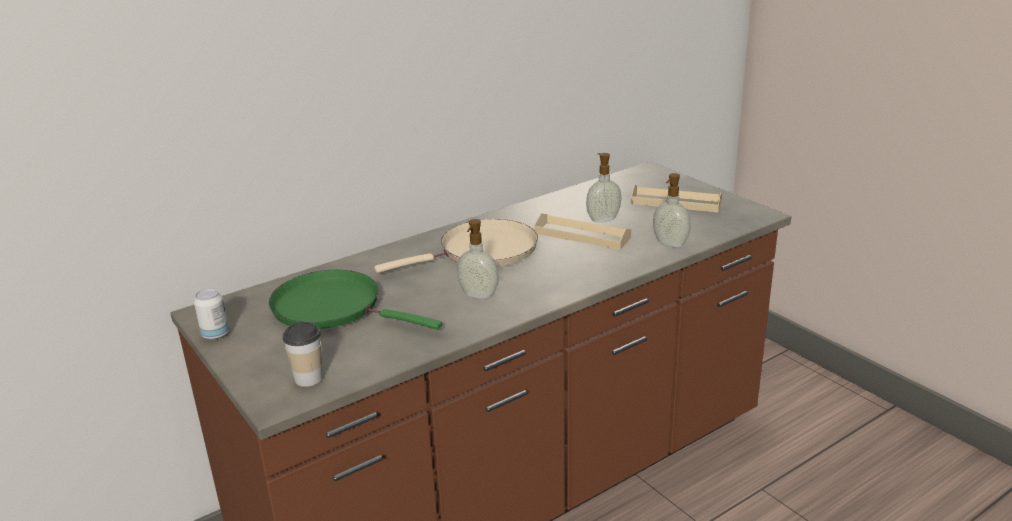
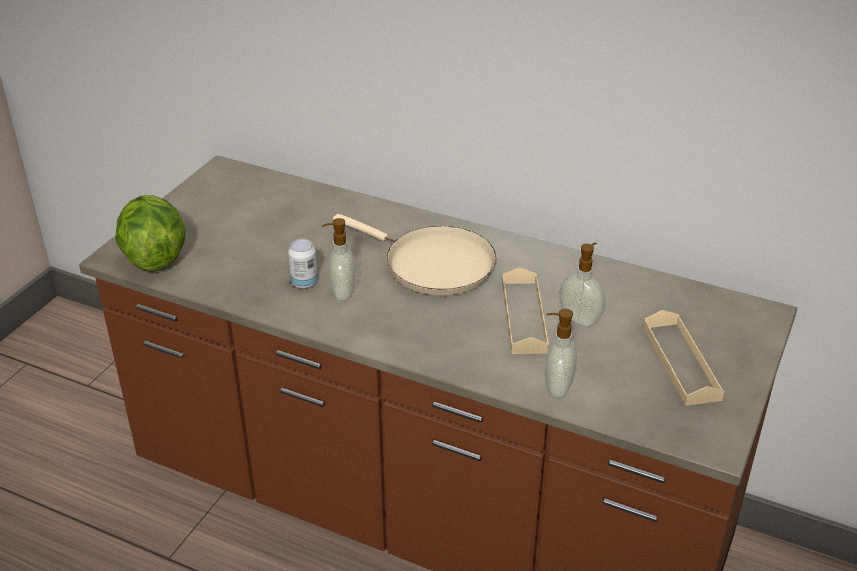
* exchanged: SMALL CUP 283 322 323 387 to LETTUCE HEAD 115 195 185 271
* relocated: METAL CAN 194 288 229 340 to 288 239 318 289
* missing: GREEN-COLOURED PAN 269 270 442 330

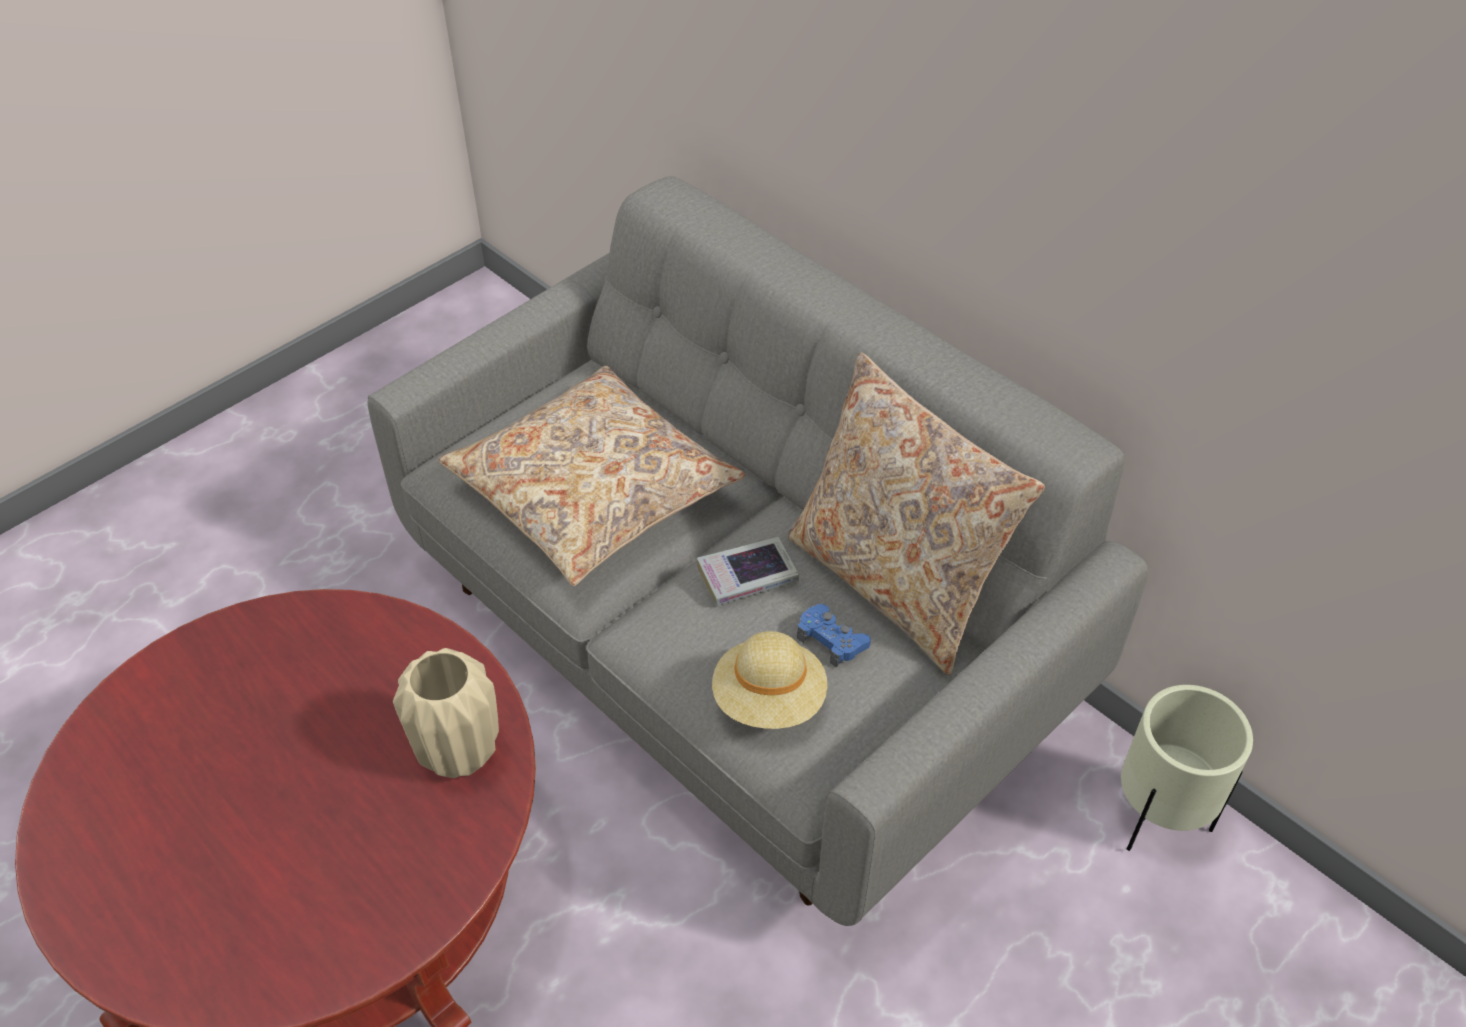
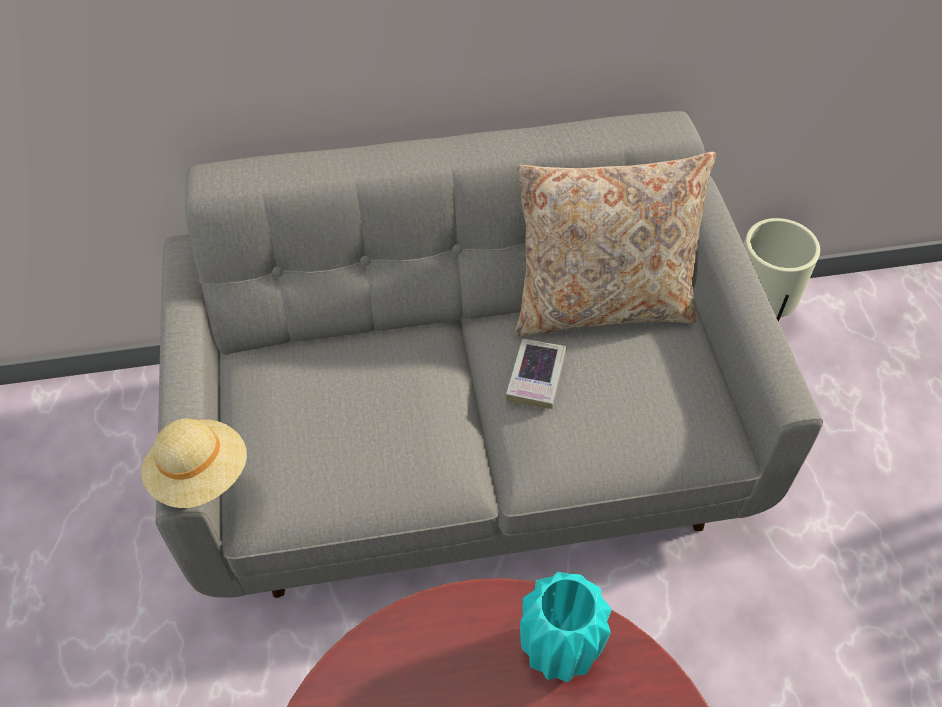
* relocated: SAND-COLOURED WEARABLE HAT 712 631 827 729 to 141 418 247 508
* colour: SAND-COLOURED VASE 393 648 499 778 to TURQUOISE-COLOURED VASE 520 572 612 682
* missing: SAND-COLOURED PILLOW 438 366 745 586
* missing: BLUE-COLOURED GAME CONTROLLER 797 604 871 668

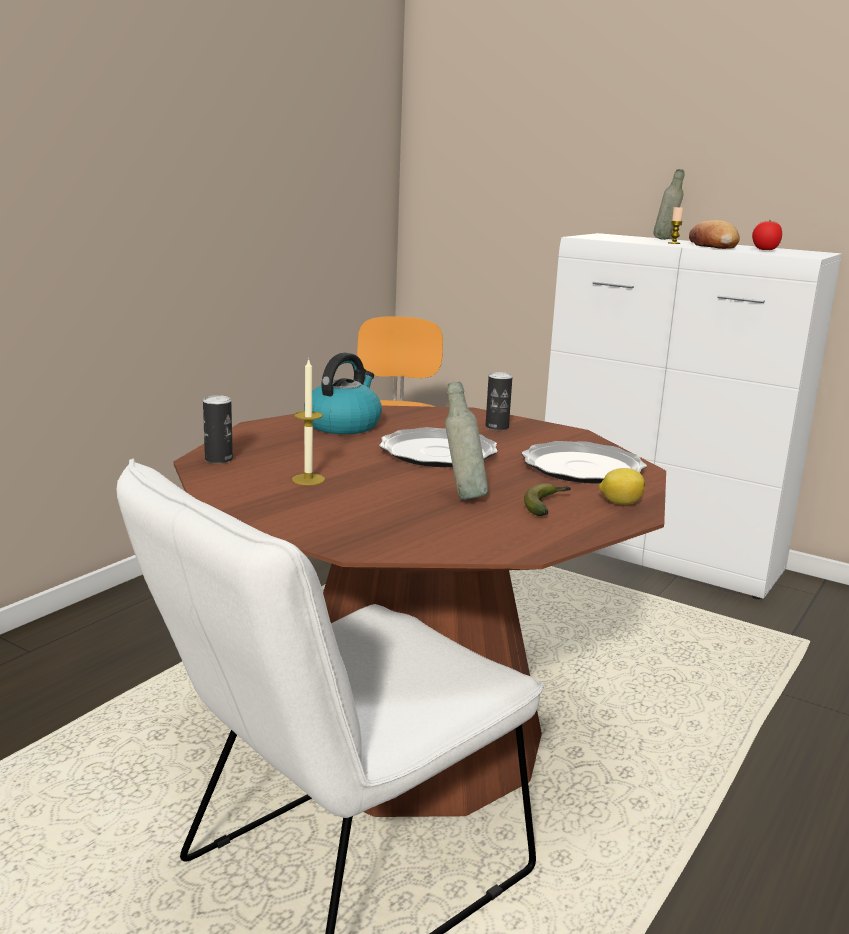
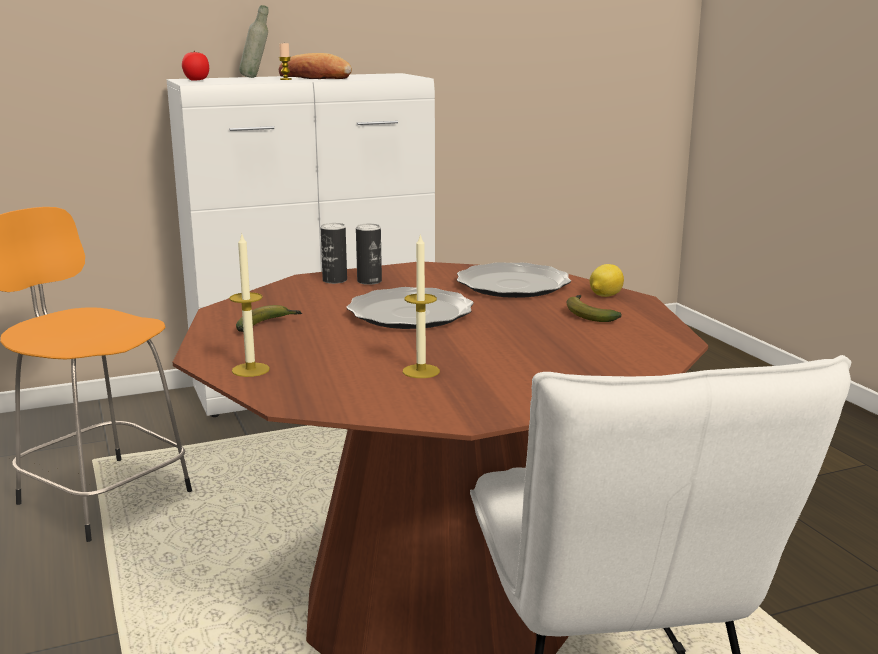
* relocated: TOMATO 752 220 782 250 to 182 51 209 81
* appeared: WAX CANDLE 229 232 270 377
* exchanged: KETTLE 304 352 382 434 to BANANA FRUIT 236 305 302 332
* relocated: METAL CAN 203 395 233 464 to 321 223 347 284
* missing: GREYISH BEVERAGE BOTTLE 445 382 488 500

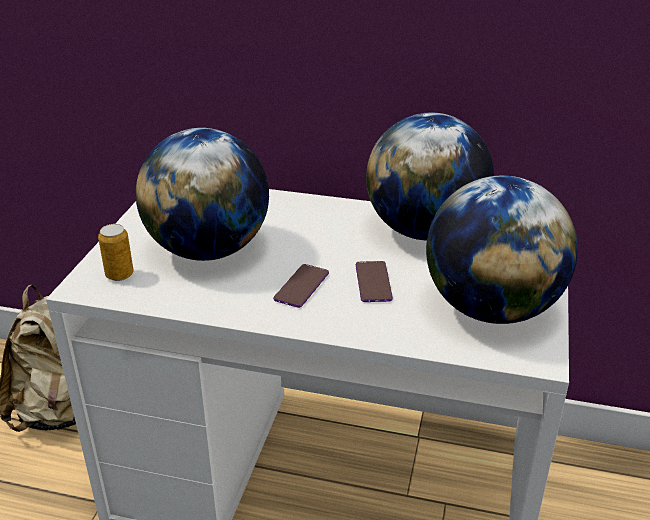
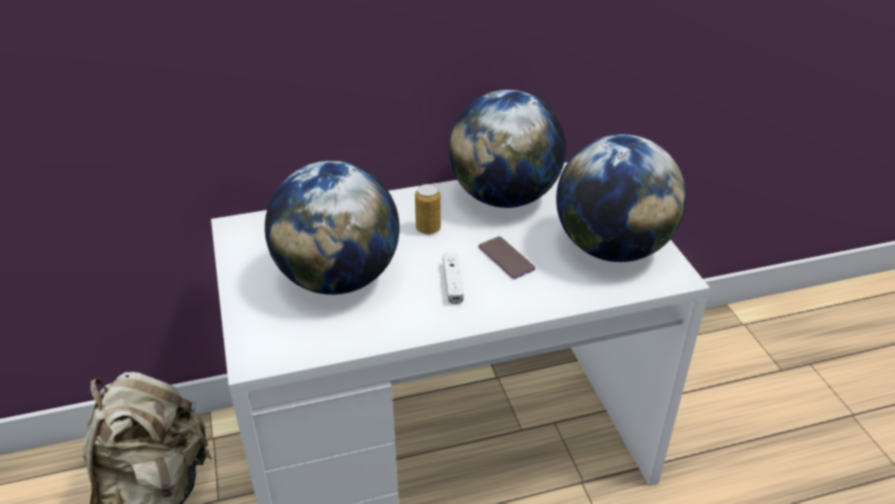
* relocated: METAL CAN 98 224 134 281 to 415 184 441 235
* exchanged: HANDSET 273 264 329 308 to WHITE GAME CONTROLLER 443 253 464 304

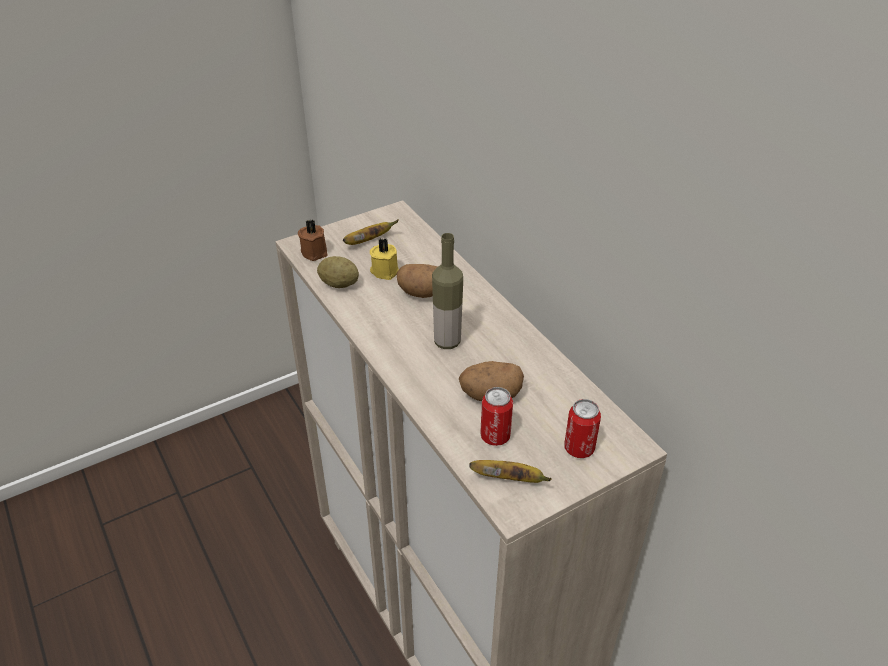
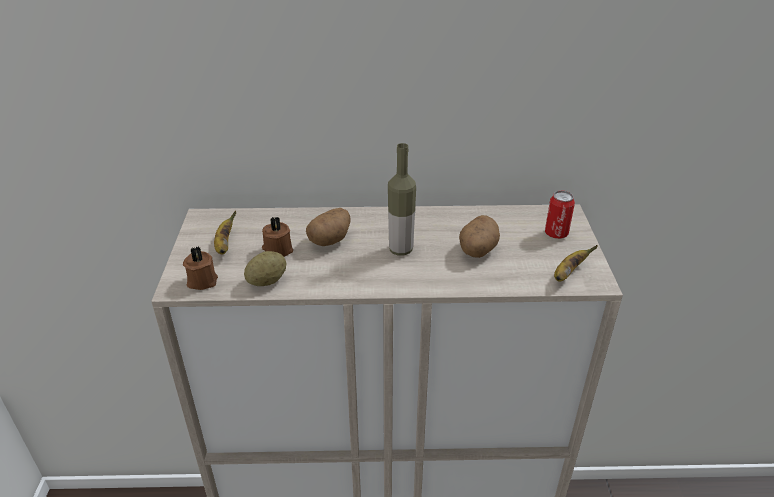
* colour: YELLOW-COLOURED WAX CANDLE 370 239 399 280 to BROWN WAX CANDLE 262 216 293 257
* missing: METAL CAN 480 387 513 446

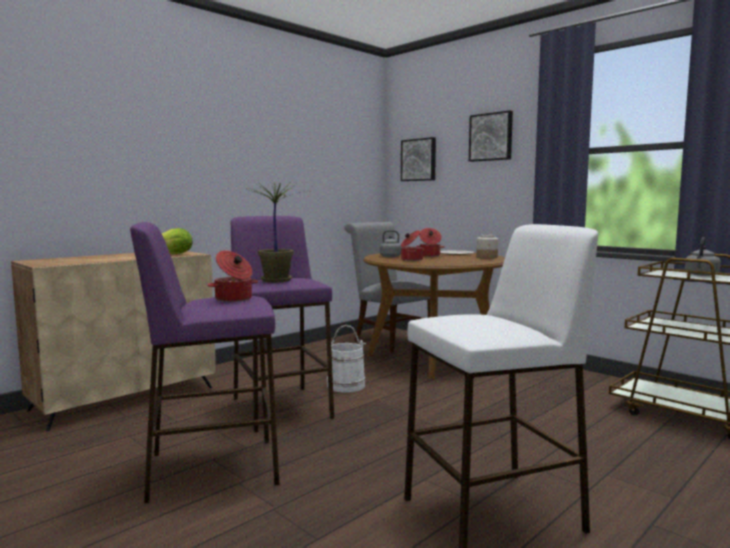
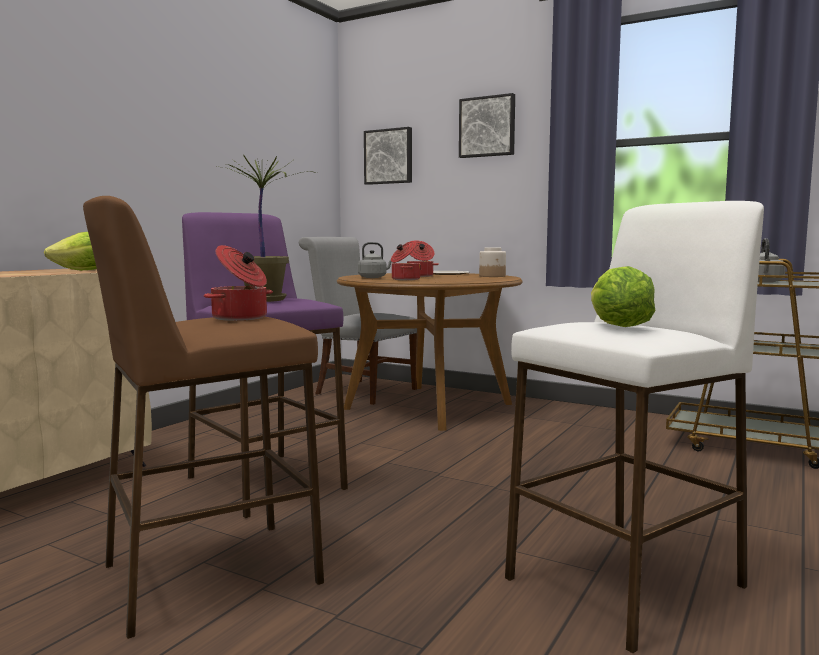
* colour: PURPLE STOOL SEAT 130 222 280 504 to BROWN STOOL SEAT 83 196 324 639
* appeared: LETTUCE HEAD 591 266 655 327
* missing: WHITE PAIL 326 325 366 393

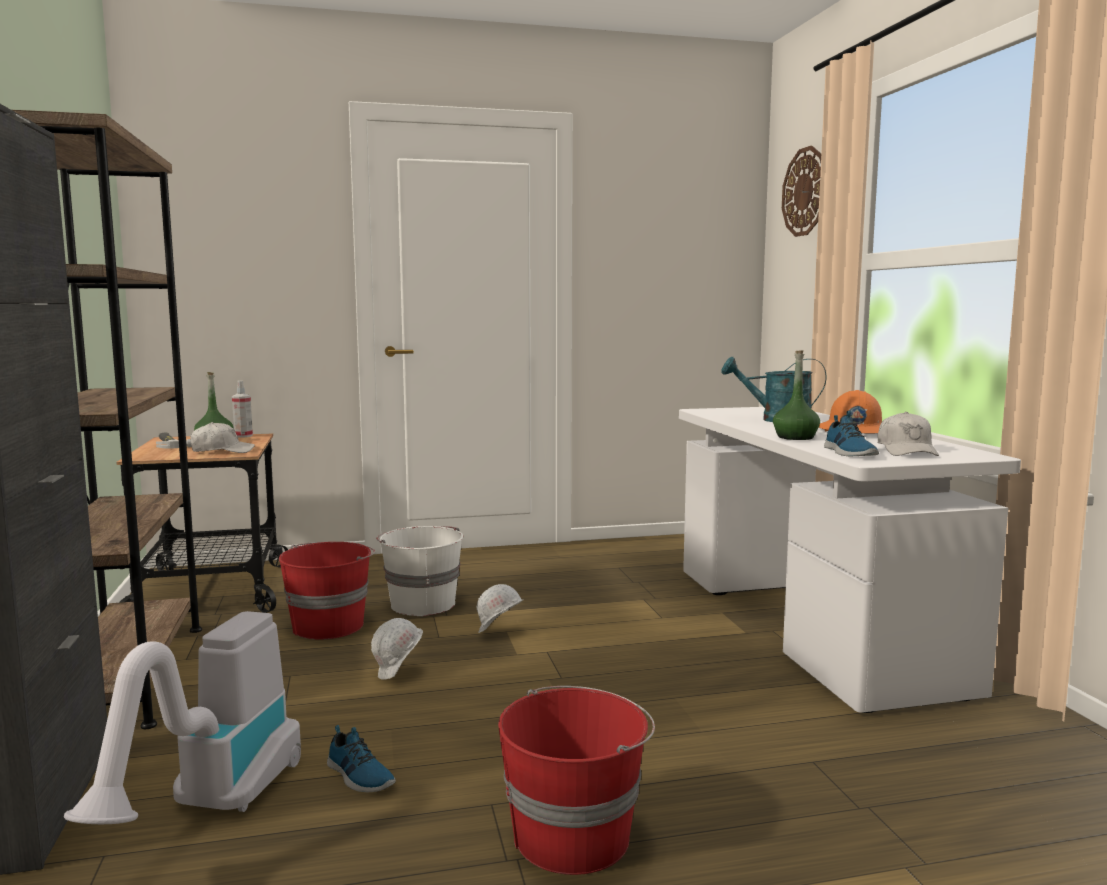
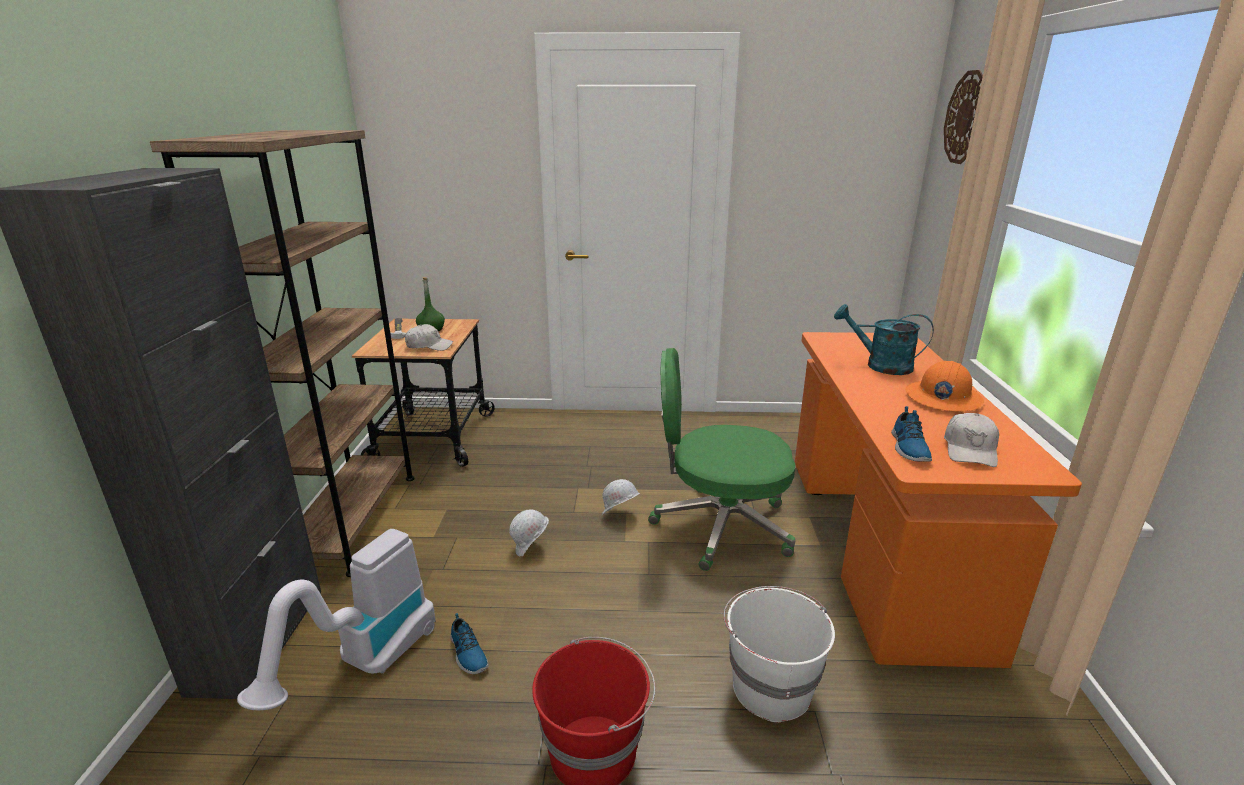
* appeared: GREEN-COLOURED COMPUTER CHAIR 648 348 796 571
* relocated: WHITE PAIL 376 526 463 616 to 724 586 835 723
* colour: WHITE DESK UNIT 679 407 1021 713 to ORANGE-COLOURED DESK UNIT 795 332 1082 668
* missing: SPRAYER 232 380 253 438
* missing: RED-COLOURED PAIL 279 542 375 639
* missing: GREEN-COLOURED BEVERAGE BOTTLE 773 350 820 440

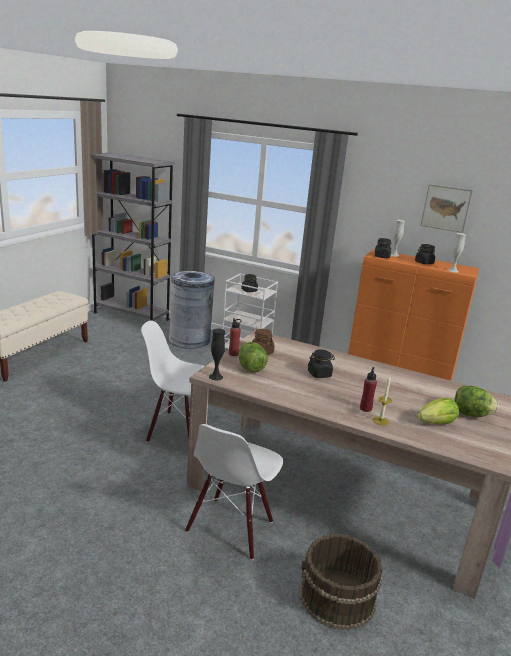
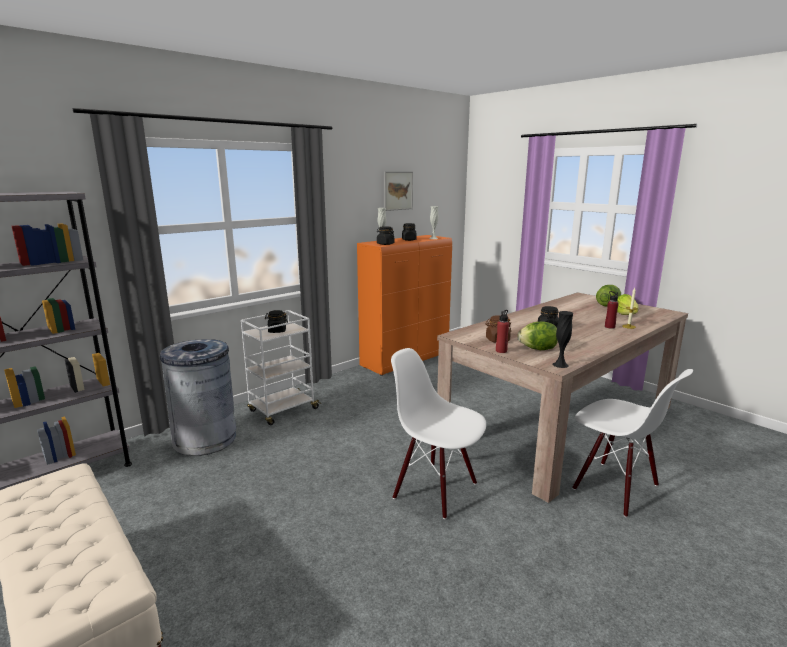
* spun: WHITE UPRIGHT CHAIR 141 320 208 443 = 391 348 486 519 90 degrees clockwise
* missing: BROWN PAIL 300 534 382 630

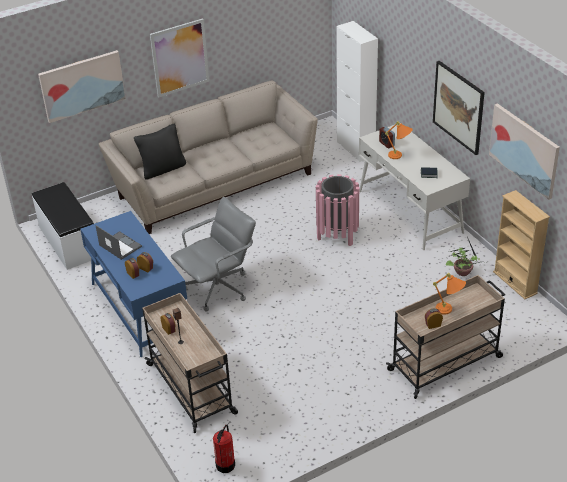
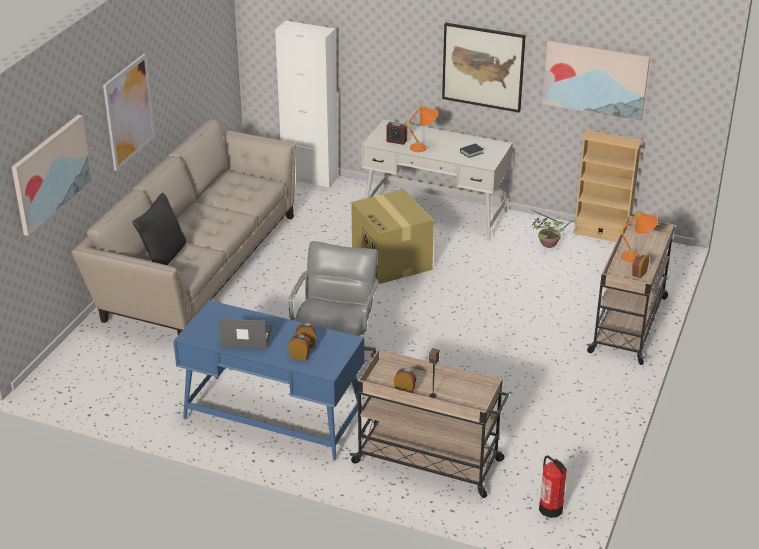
* exchanged: PINK TRASH CAN 316 174 359 246 to CARTON 351 189 434 284
* missing: WHITE BENCH 32 182 94 270

